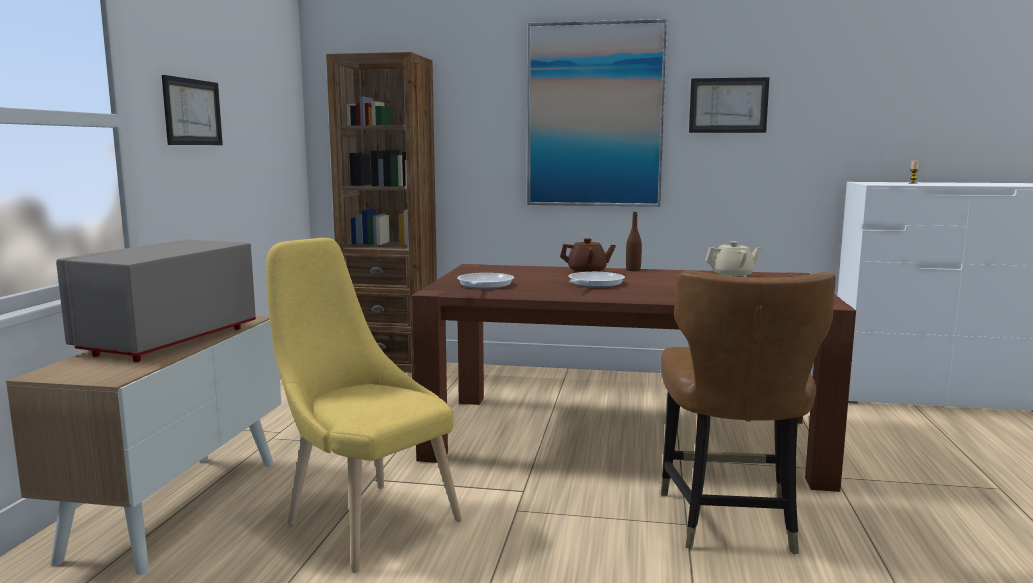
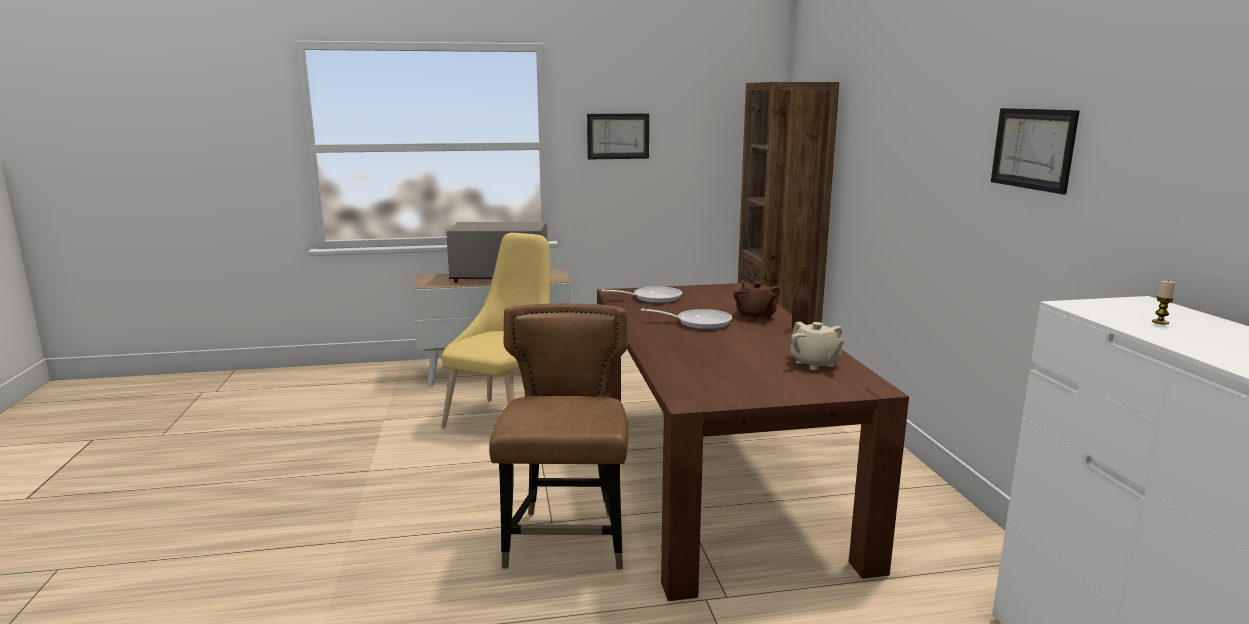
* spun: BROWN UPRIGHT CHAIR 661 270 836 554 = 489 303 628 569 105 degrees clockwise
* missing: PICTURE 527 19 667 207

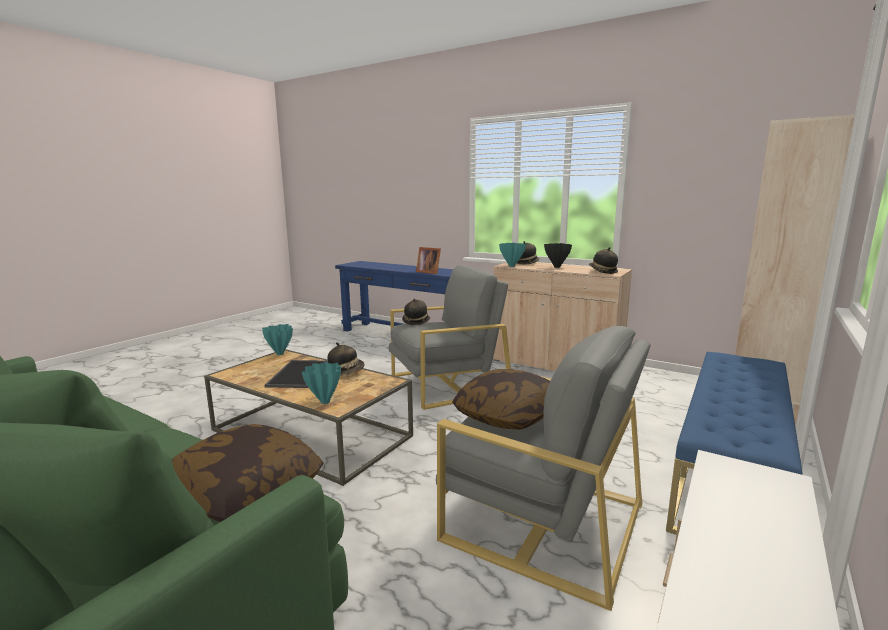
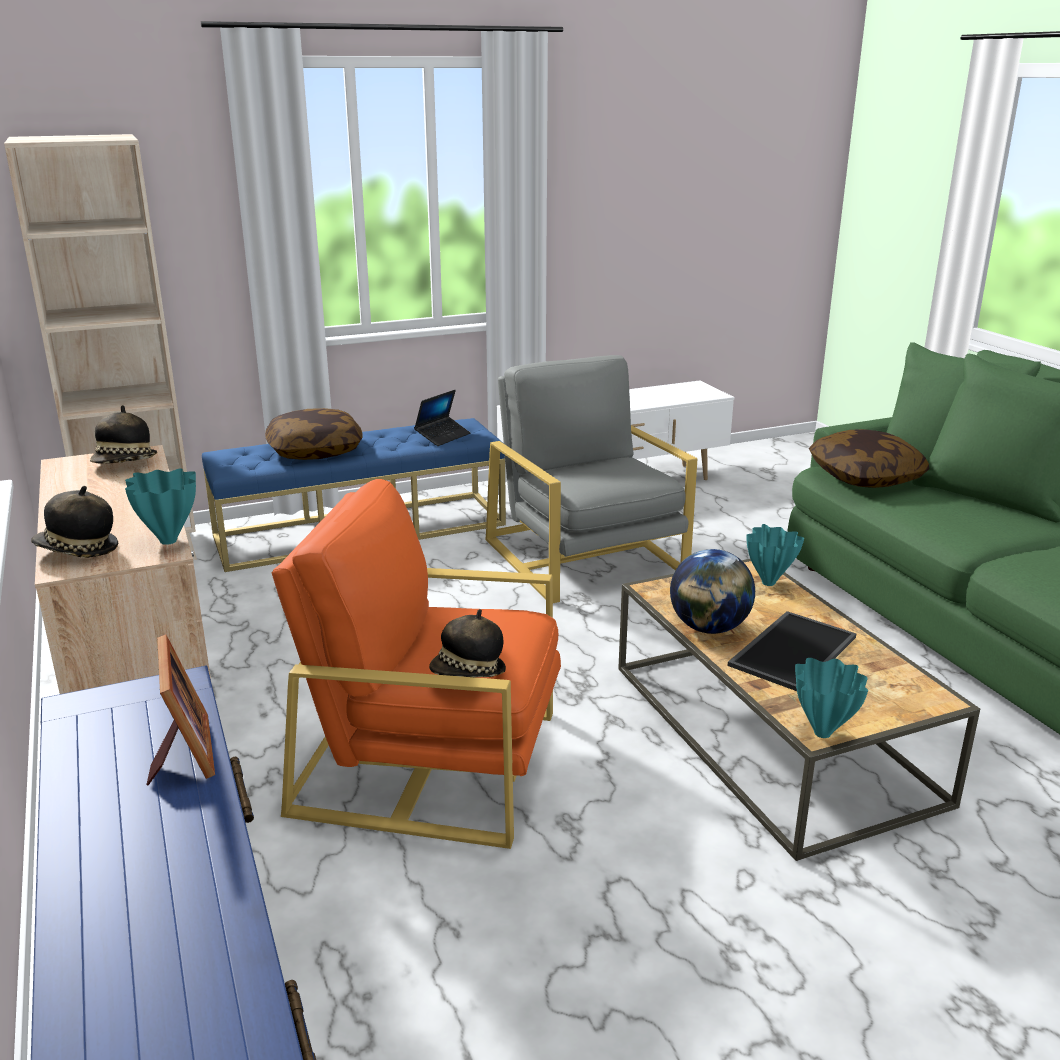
* relocated: PILLOW 452 369 550 430 to 265 408 363 460
* colour: GREYISH ARMCHAIR 389 265 511 410 to ORANGE-COLOURED ARMCHAIR 272 479 561 849
* appeared: LAPTOP 414 390 470 446
* exchanged: WEARABLE HAT 327 342 365 376 to DESK GLOBE 670 549 755 634
* missing: BLACK-COLOURED VASE 544 243 572 268

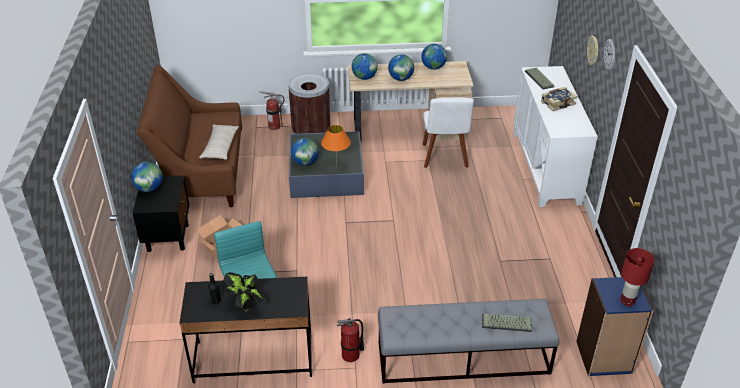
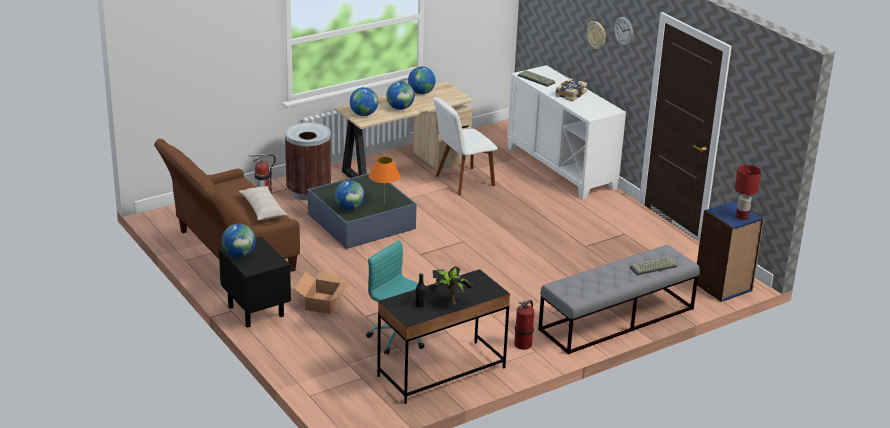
* spun: WHITE UPRIGHT CHAIR 422 97 474 168 = 433 97 498 195 90 degrees clockwise

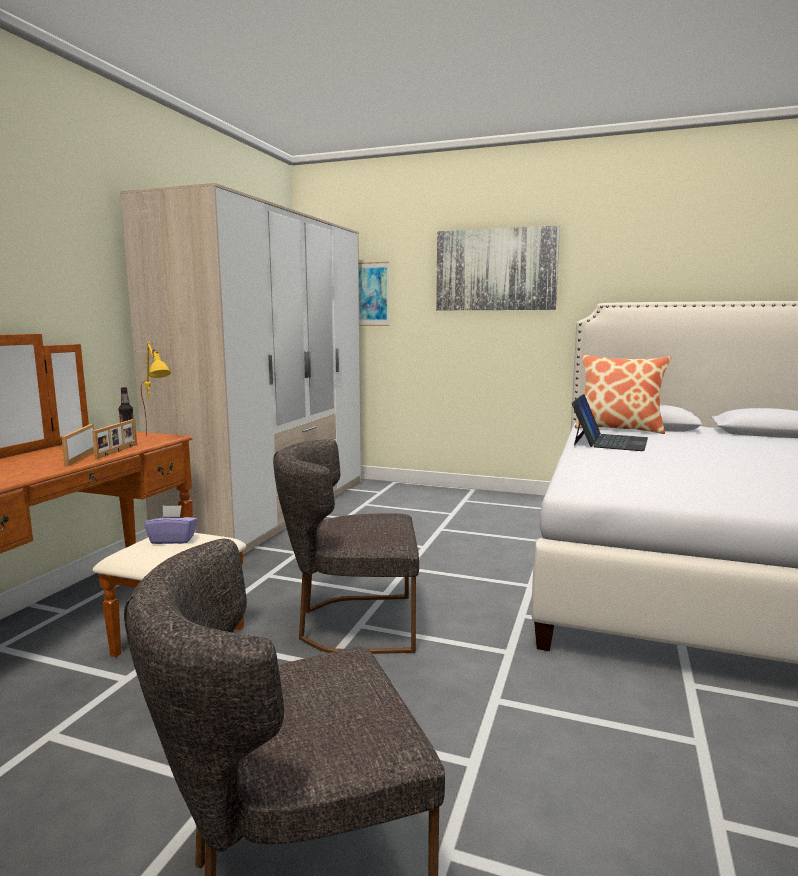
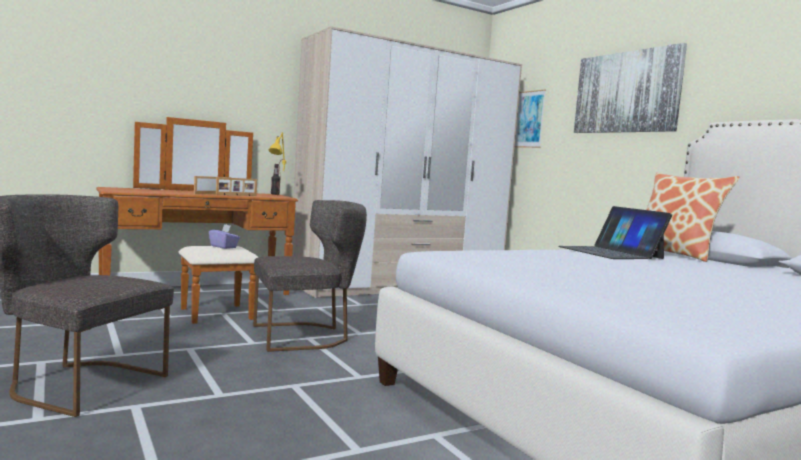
* spun: GREYISH UPRIGHT CHAIR 273 439 419 654 = 253 200 367 352 120 degrees clockwise
* spun: LAPTOP 572 394 648 451 = 559 206 672 259 90 degrees clockwise

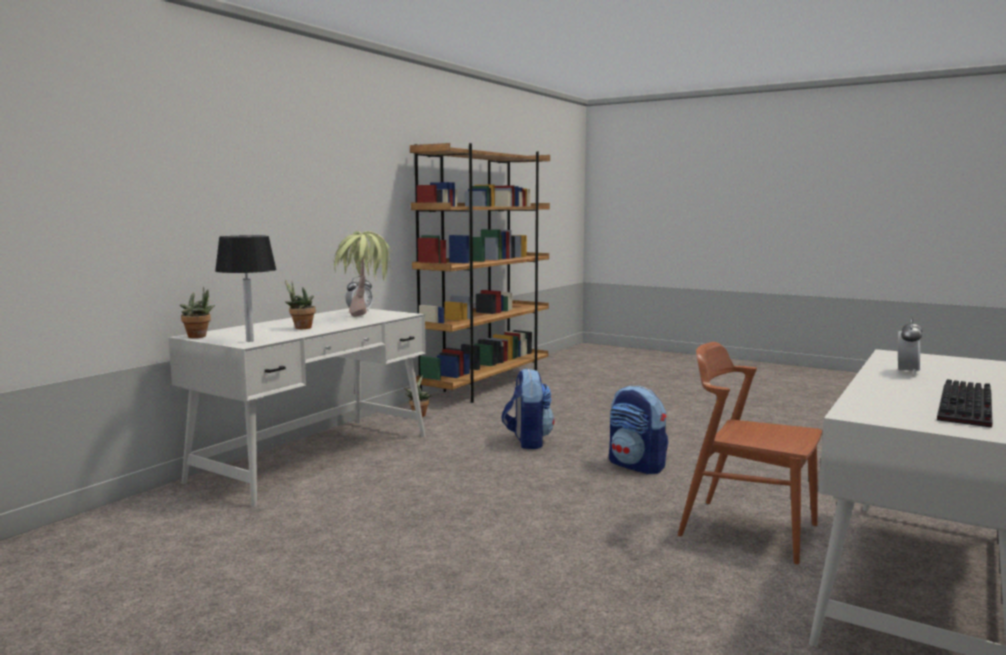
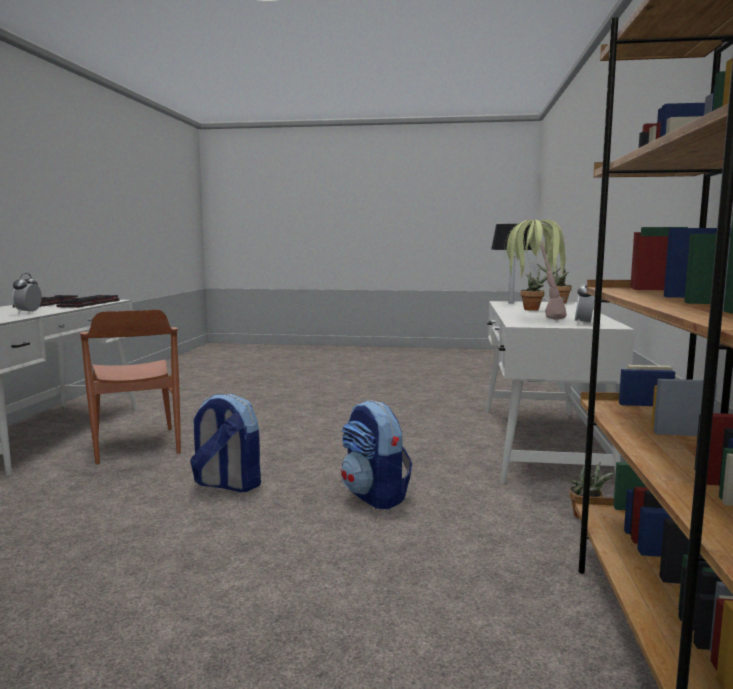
* appeared: KEYBOARD 56 295 120 308
* spun: BROWN UPRIGHT CHAIR 678 342 822 565 = 80 310 181 464 60 degrees clockwise

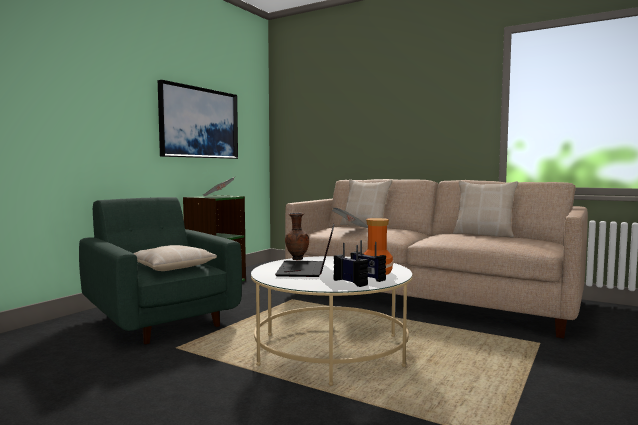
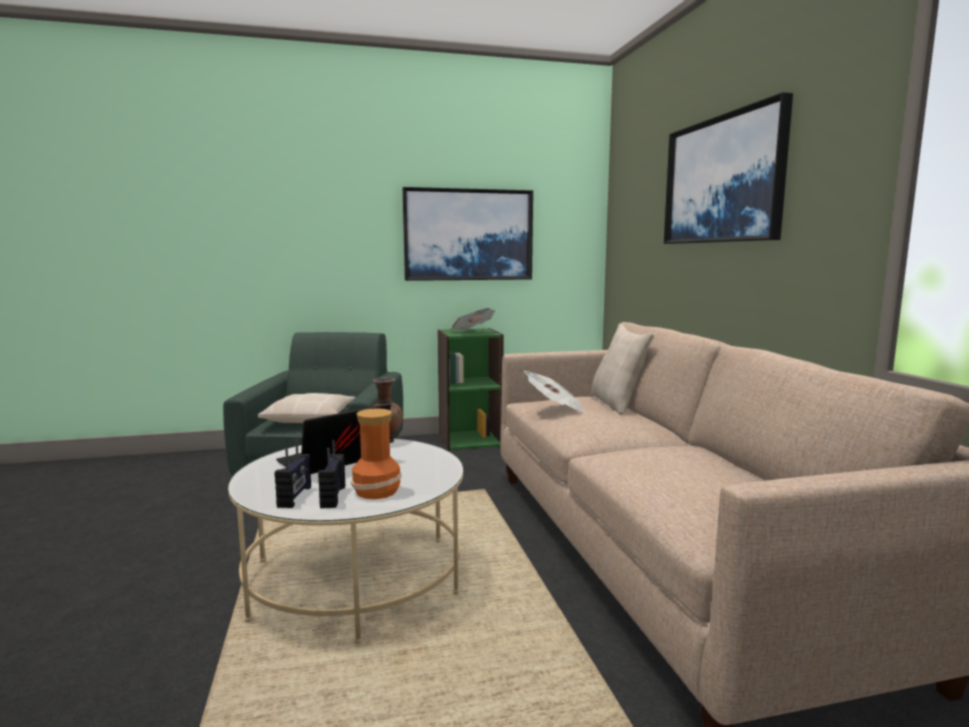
* appeared: PICTURE 664 92 793 244
* missing: SAND-COLOURED PILLOW 453 181 518 238

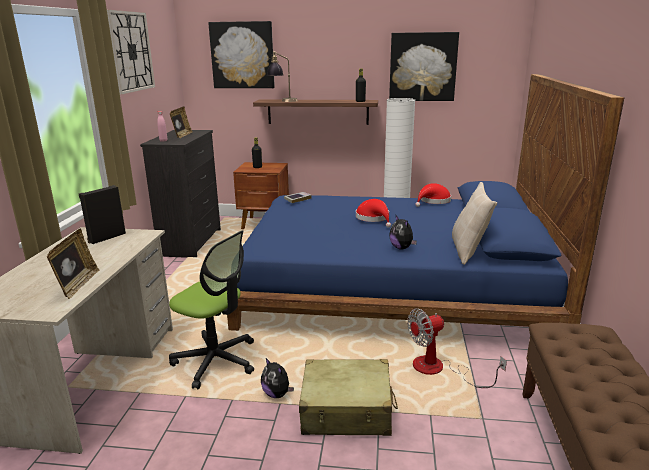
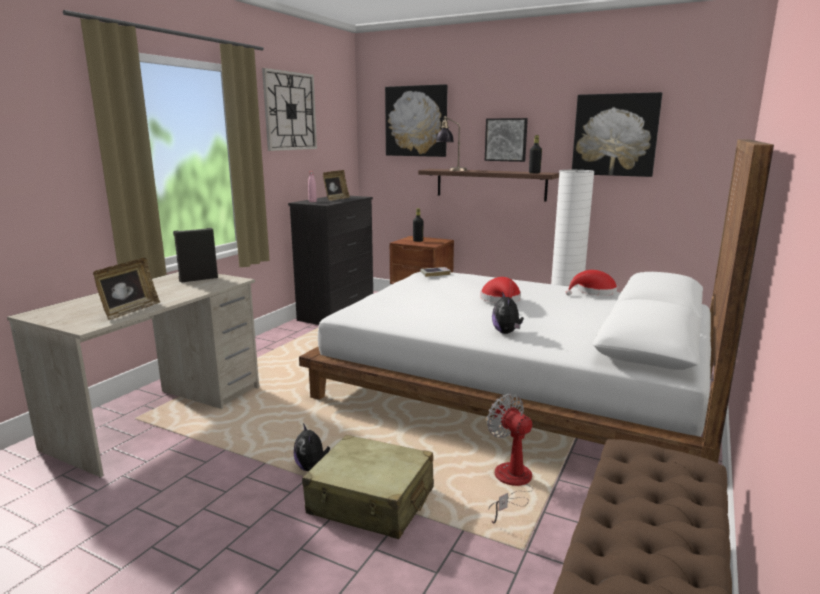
* colour: BLUE-COLOURED BEDROOM BED 227 74 624 331 to WHITE BEDROOM BED 299 139 774 463
* appeared: PICTURE 485 118 528 162
* spun: COOLING FAN 407 308 507 388 = 487 394 533 523 60 degrees clockwise
* missing: COMPUTER CHAIR 169 230 254 389
* missing: SAND-COLOURED PILLOW 452 182 497 265

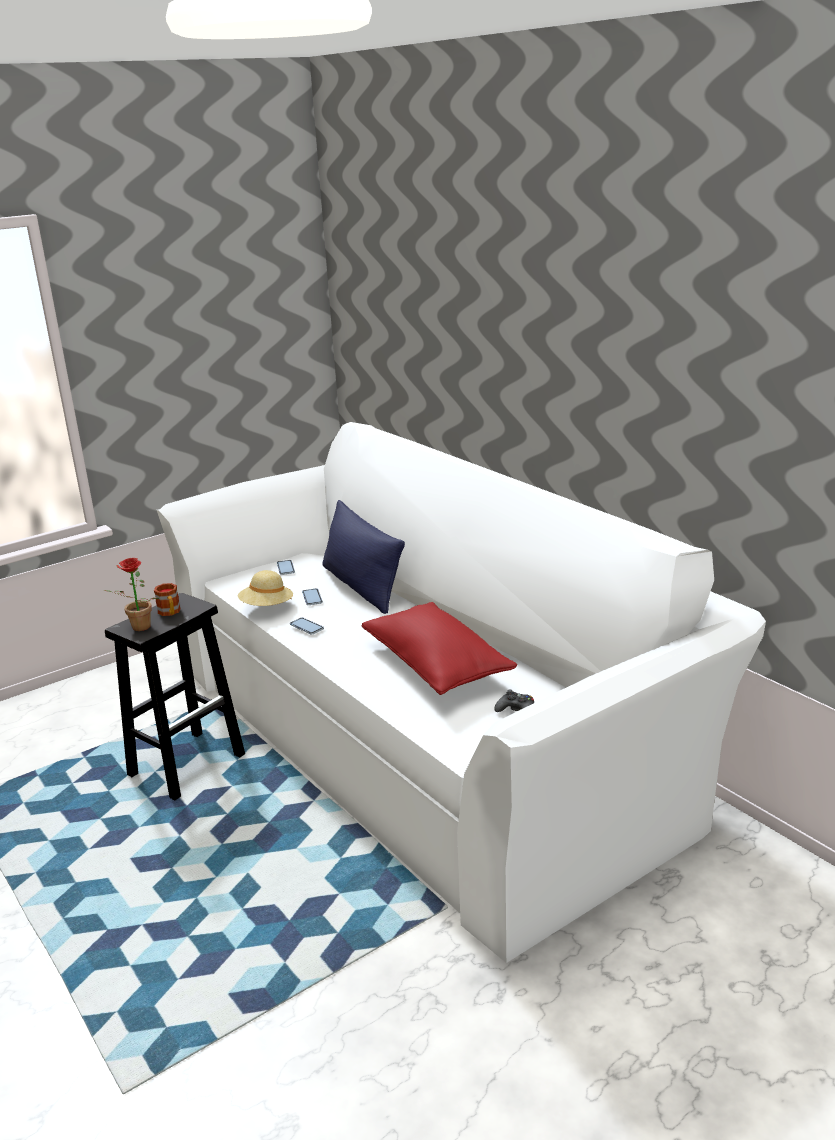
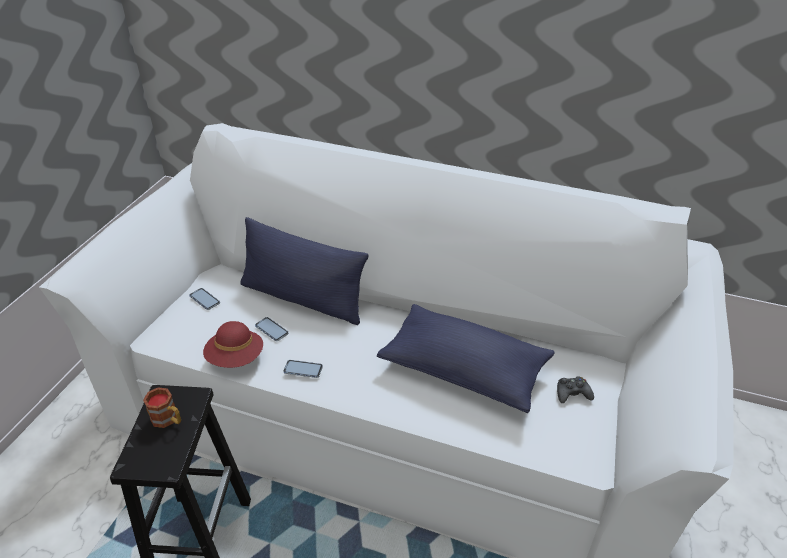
* colour: SAND-COLOURED WEARABLE HAT 238 570 293 606 to RED-COLOURED WEARABLE HAT 203 321 263 368
* colour: RED-COLOURED PILLOW 361 602 517 695 to BLUE-COLOURED PILLOW 377 304 555 413
* missing: HOUSEPLANT 104 558 159 631

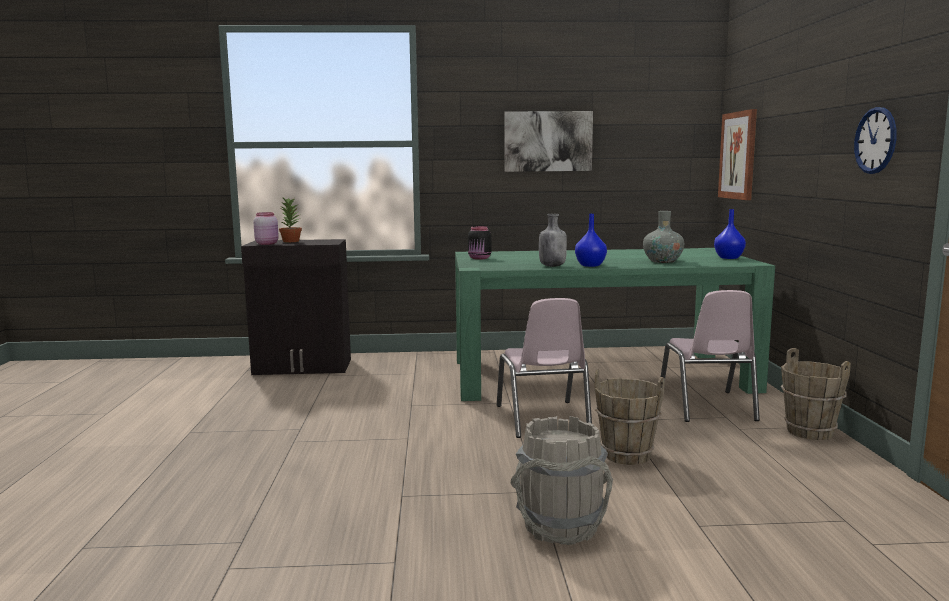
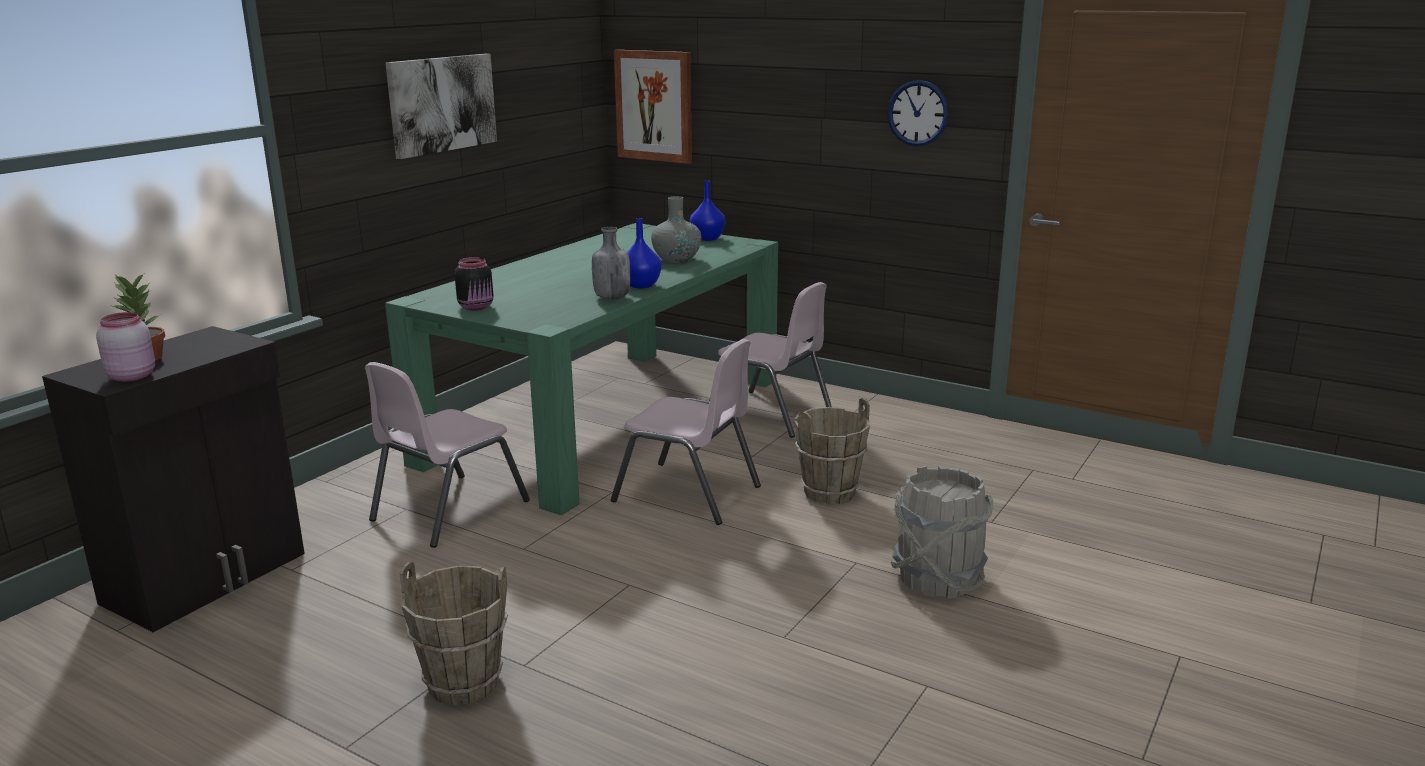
* appeared: PINK UPRIGHT CHAIR 365 362 530 548
* relocated: BROWN PAIL 781 348 851 440 to 400 562 508 705

